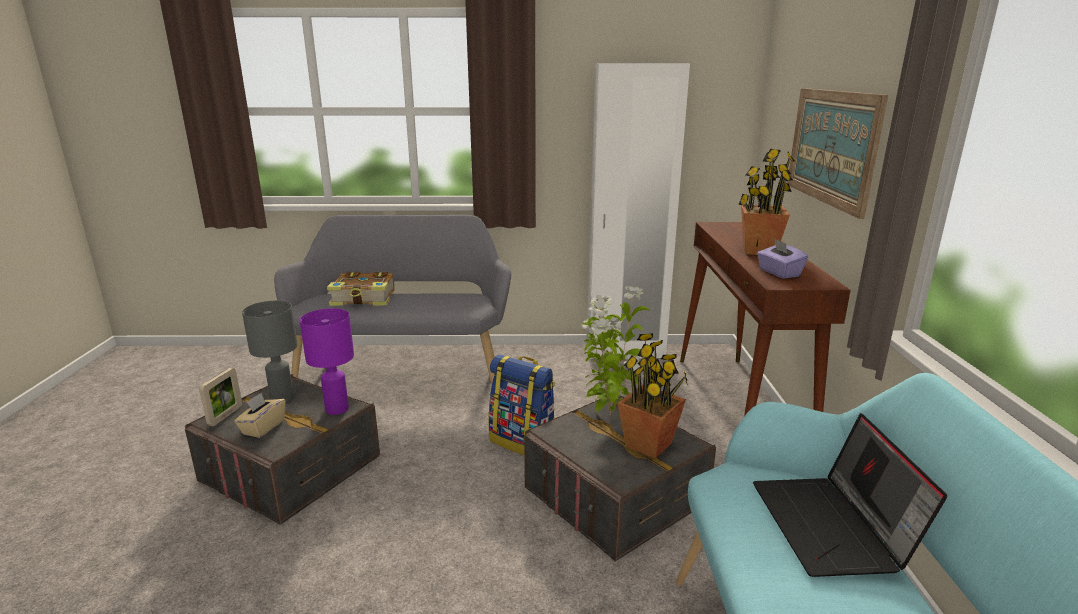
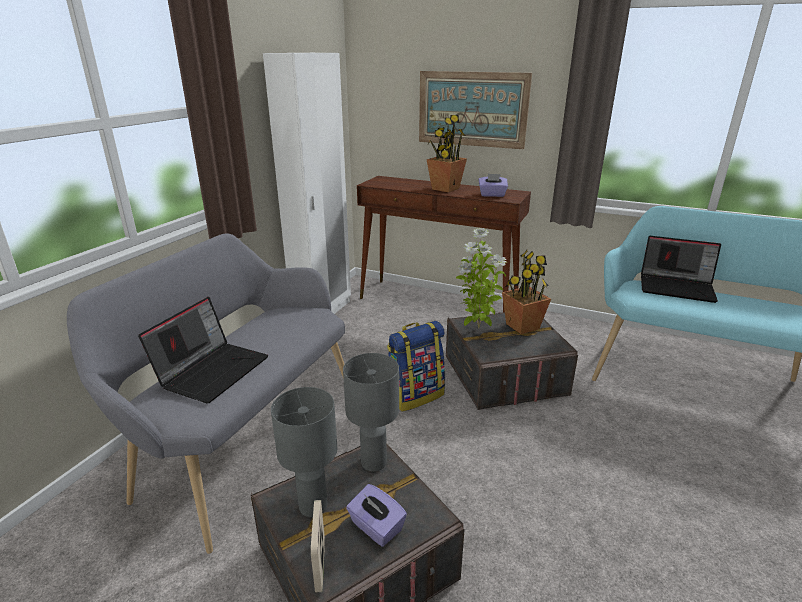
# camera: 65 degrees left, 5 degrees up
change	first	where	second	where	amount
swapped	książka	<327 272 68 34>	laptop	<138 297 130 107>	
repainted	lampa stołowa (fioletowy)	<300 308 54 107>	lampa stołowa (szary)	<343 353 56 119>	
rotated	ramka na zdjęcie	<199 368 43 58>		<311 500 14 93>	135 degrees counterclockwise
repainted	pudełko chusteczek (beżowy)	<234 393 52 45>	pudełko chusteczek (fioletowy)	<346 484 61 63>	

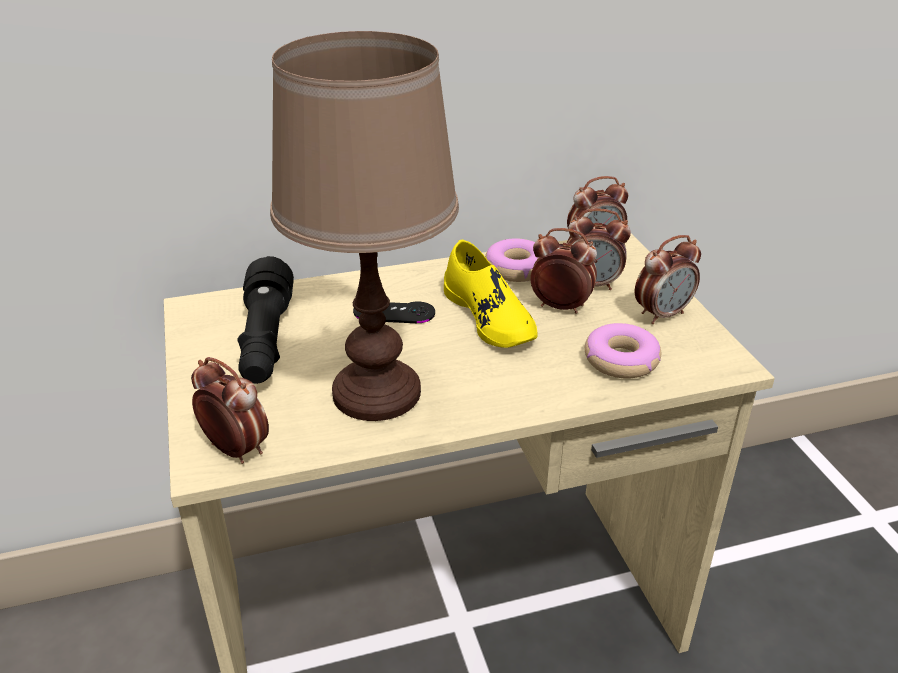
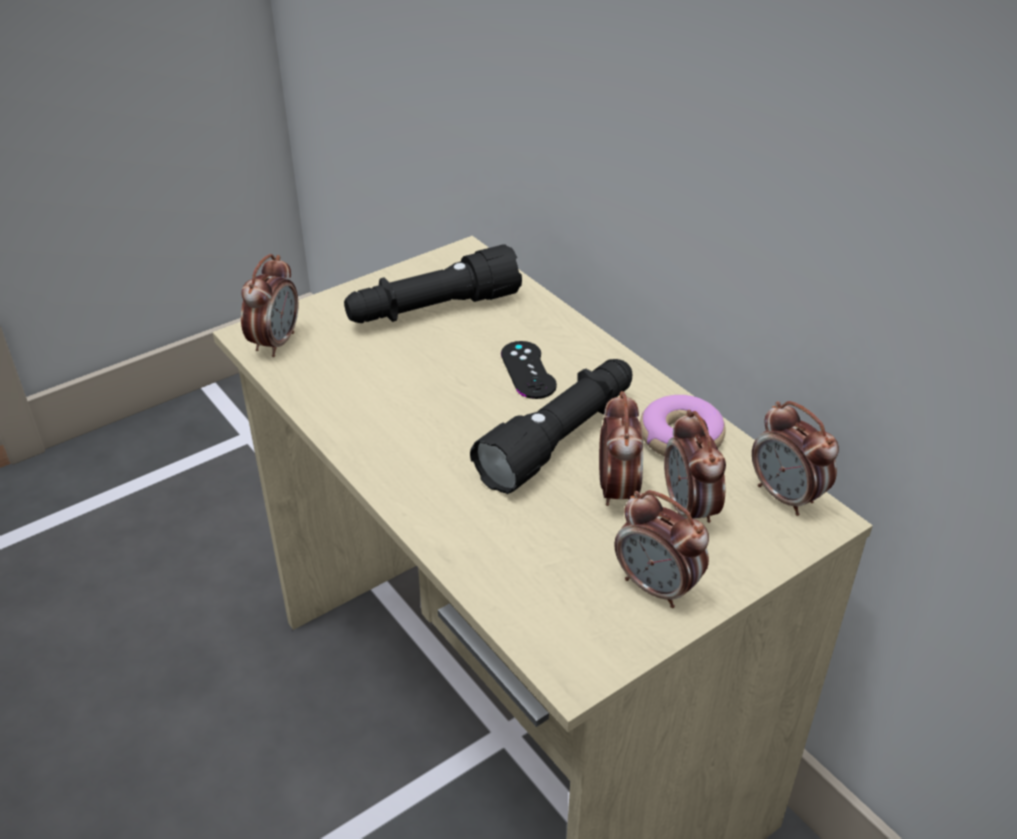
# camera: 70 degrees right, 5 degrees up
change	first	where	second	where	amount
gone	lampa stołowa (brązowy)	<270 31 189 390>			
swapped	but (żółty)	<444 239 94 109>	latarka (czarny)	<470 359 162 135>	
gone	donut	<585 323 76 56>			

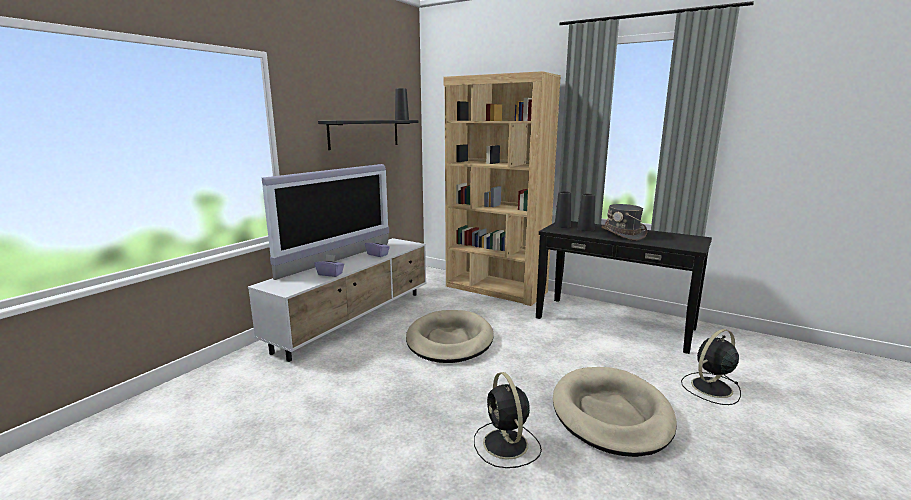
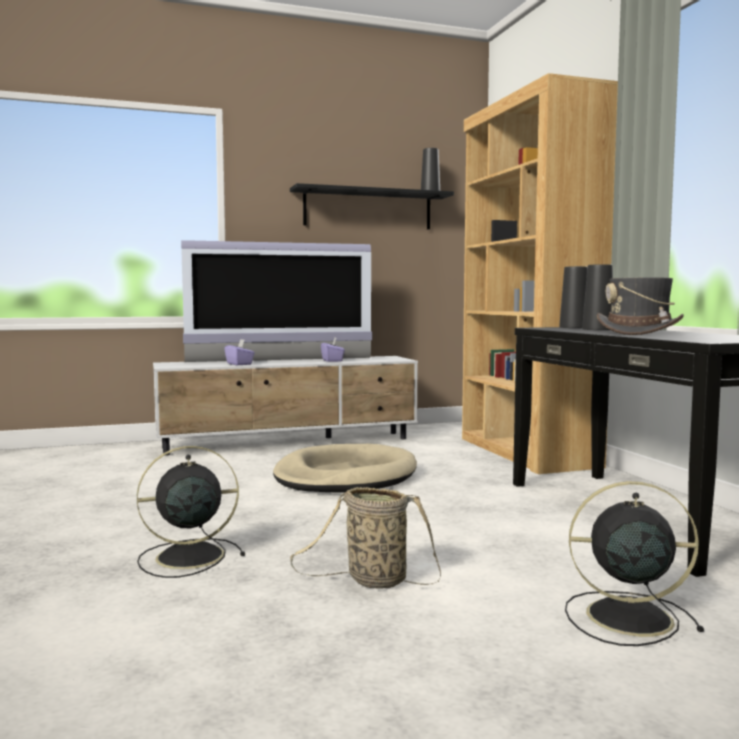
# camera: 40 degrees right, 10 degrees down
change	first	where	second	where	amount
swapped	legowisko (beżowy)	<553 367 124 90>	koszyk	<290 487 151 101>	
rotated	wentylator (czarny)	<474 372 68 96>		<137 446 108 132>	45 degrees clockwise

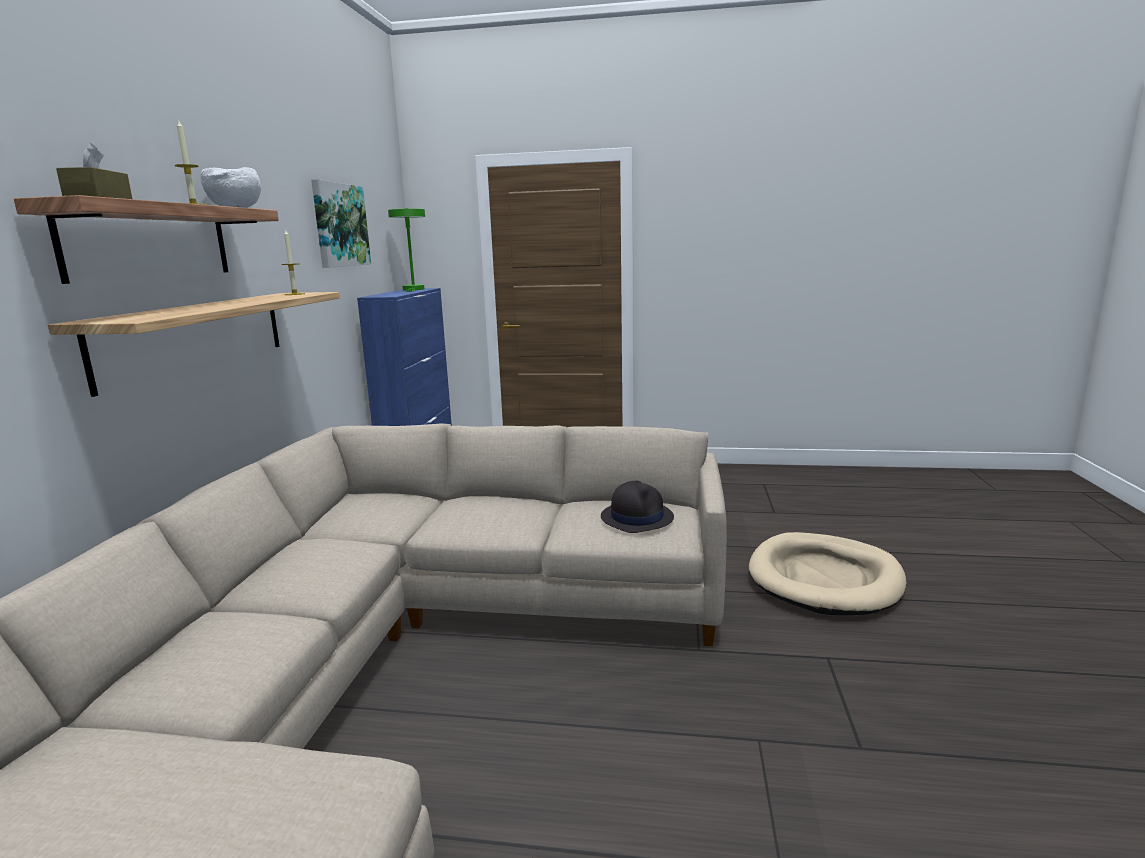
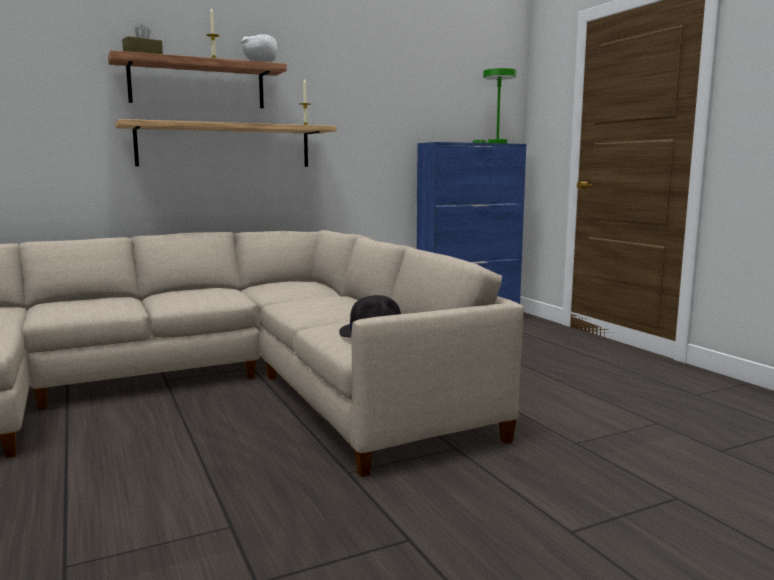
# camera: 55 degrees right, 5 degrees down
change	first	where	second	where	amount
gone	obraz	<311 179 60 89>			
gone	legowisko (beżowy)	<749 532 158 83>			

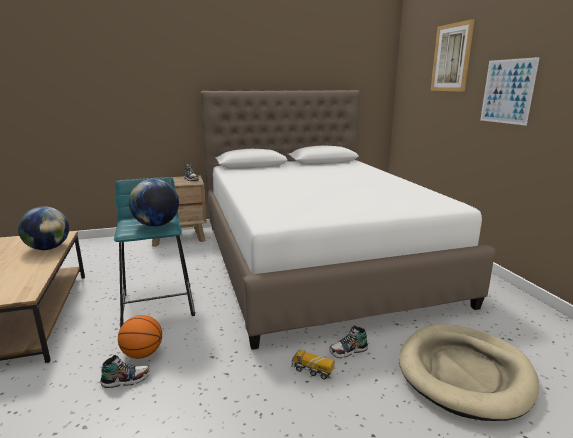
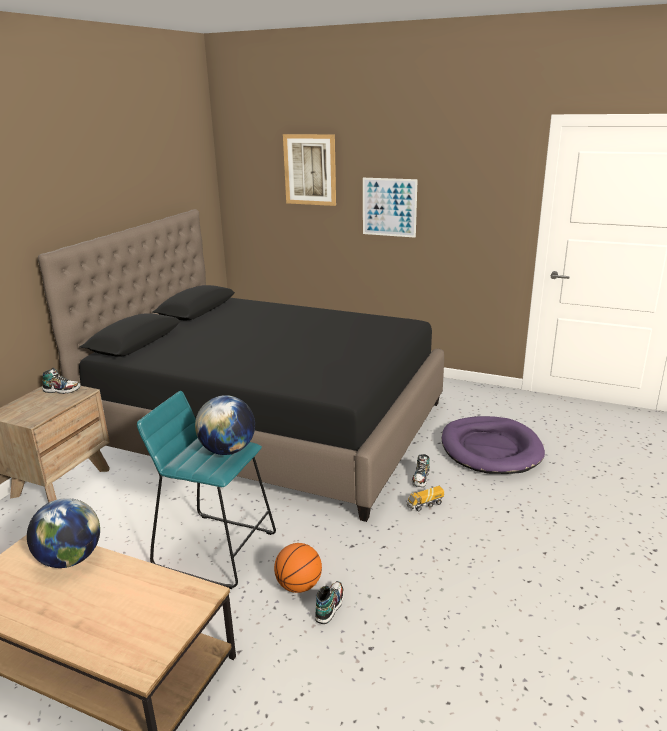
# camera: 50 degrees left, 5 degrees up
change	first	where	second	where	amount
repainted	łóżko (biały)	<201 90 295 260>	łóżko (czarny)	<38 209 406 313>	
repainted	legowisko (beżowy)	<399 324 140 97>	legowisko (fioletowy)	<442 416 103 58>	

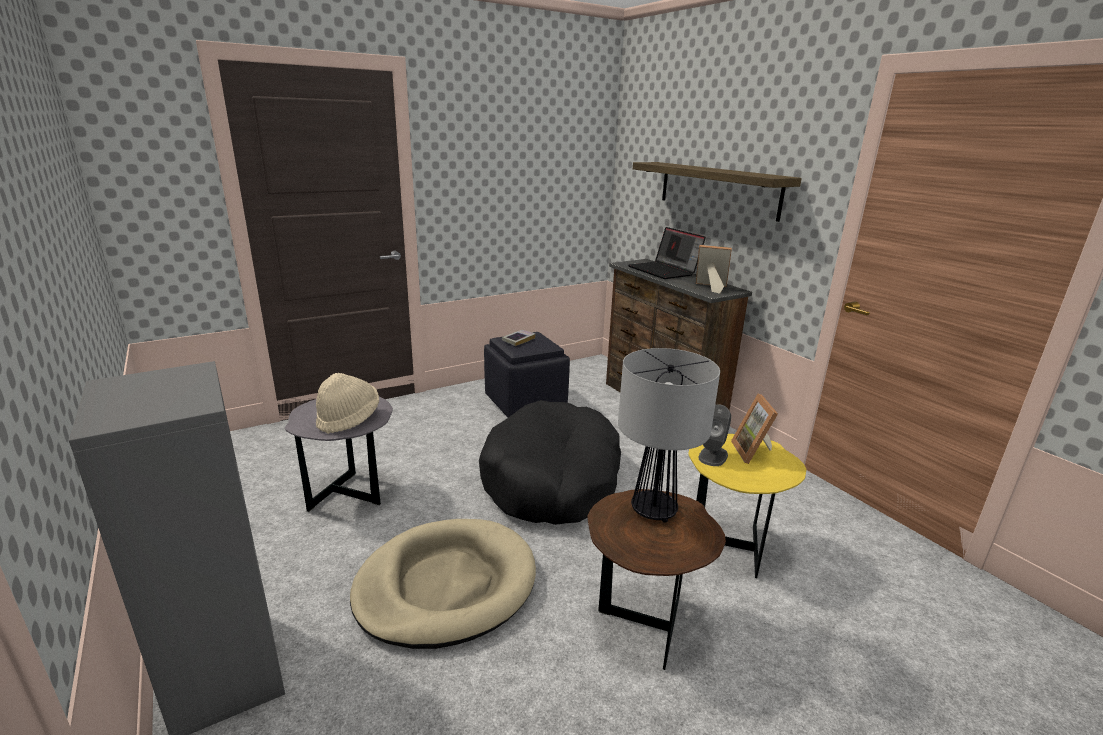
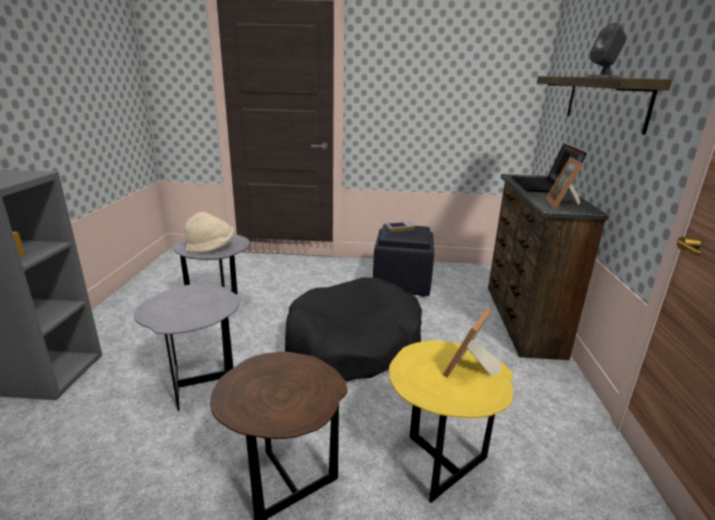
# camera: 35 degrees right, 0 degrees up
change	first	where	second	where	amount
rotated	ramka na zdjęcie	<696 245 36 49>		<546 157 37 52>	135 degrees counterclockwise
gone	lampa stołowa	<618 348 102 175>			
shifted	głośnik (szary)	<699 404 32 62>		<586 22 41 56>	
swapped	legowisko (beżowy)	<350 519 186 130>	stolik (szary)	<134 284 106 127>	

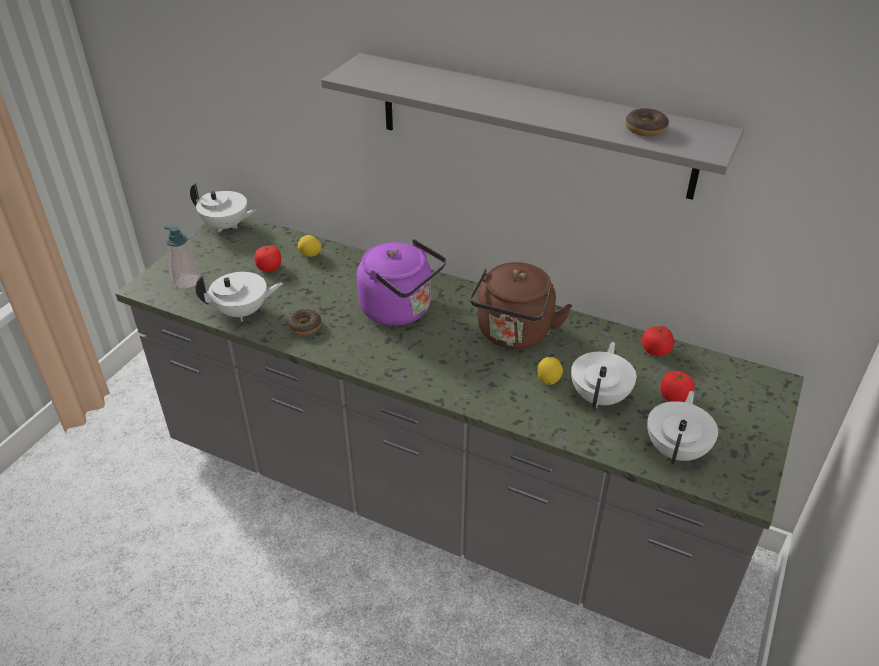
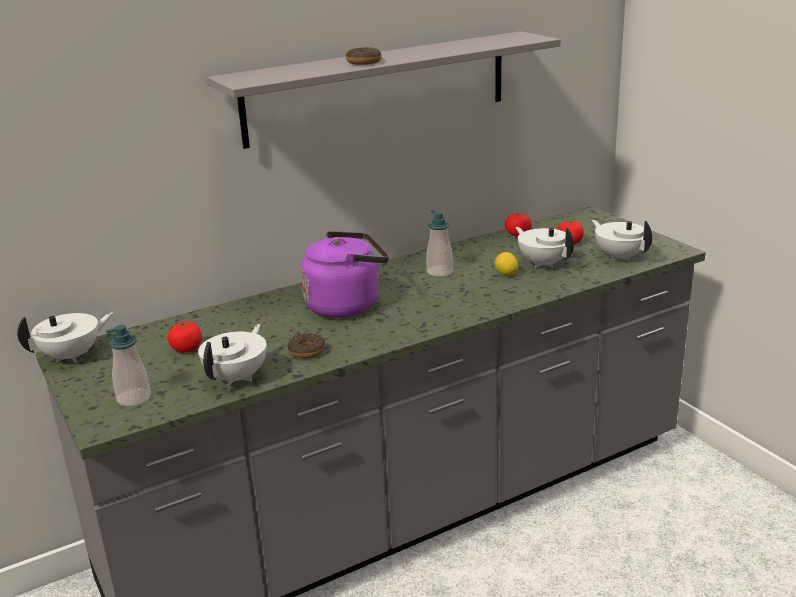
# camera: 55 degrees left, 15 degrees down
change	first	where	second	where	amount
shifted	donut	<626 108 43 28>		<346 47 35 18>	
gone	cytryna	<298 235 23 22>			
swapped	czajnik (brązowy)	<470 262 103 87>	dozownik mydła	<426 210 27 67>	

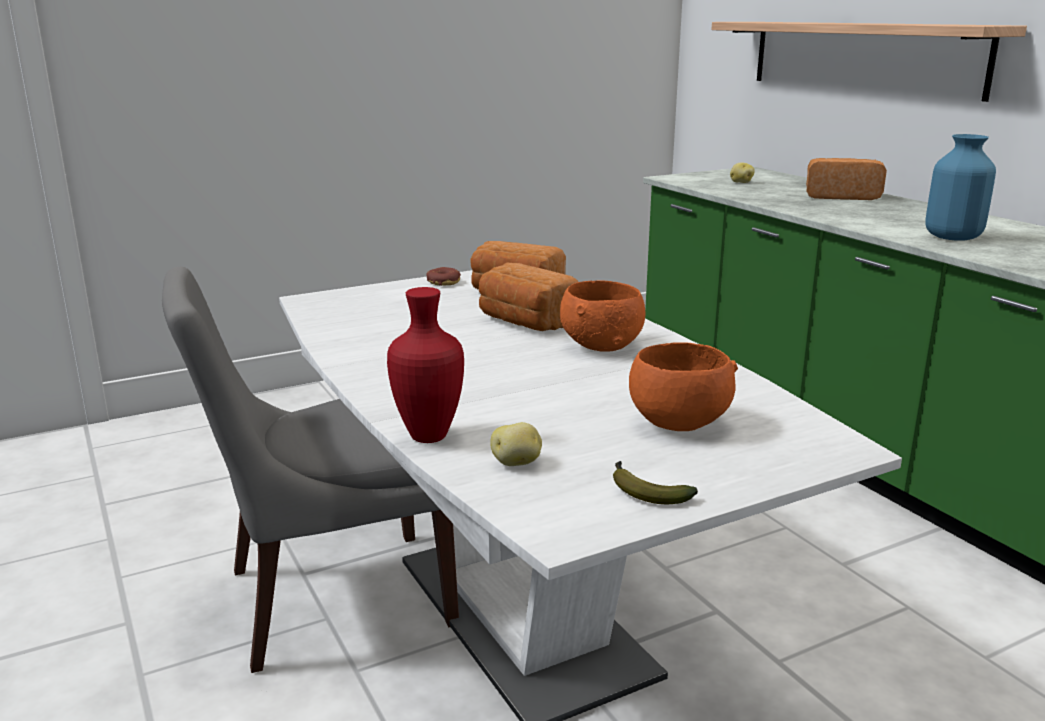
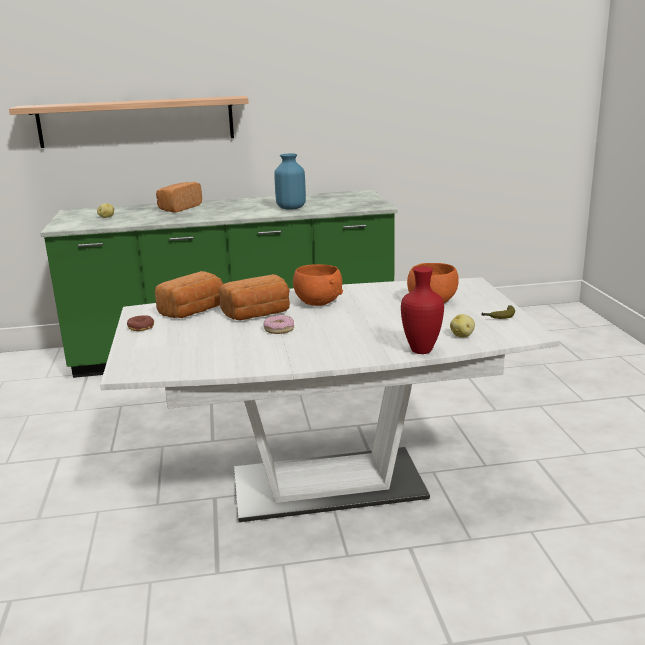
# camera: 70 degrees left, 0 degrees up
change	first	where	second	where	amount
gone	krzesło (szary)	<162 267 297 406>			
new			donut	<264 315 30 19>	

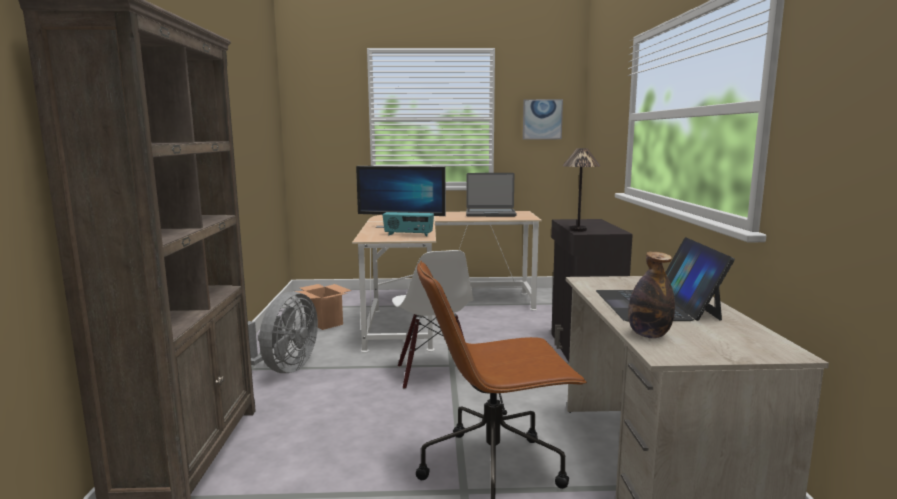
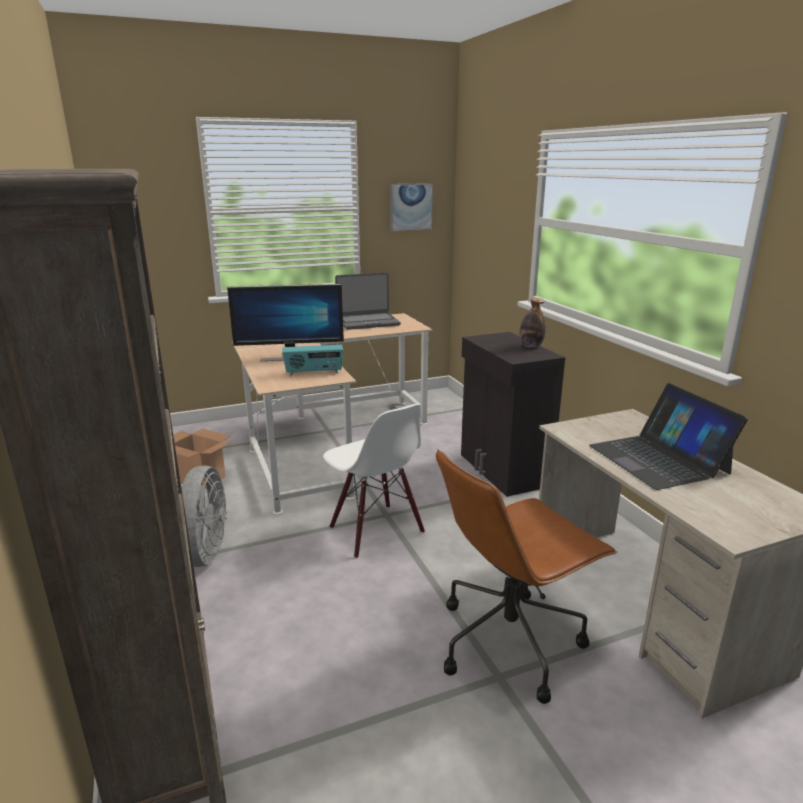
# camera: 20 degrees left, 10 degrees up
change	first	where	second	where	amount
gone	lampa stołowa	<562 148 38 84>			
shifted	butelka	<628 252 47 86>		<519 298 27 50>	

